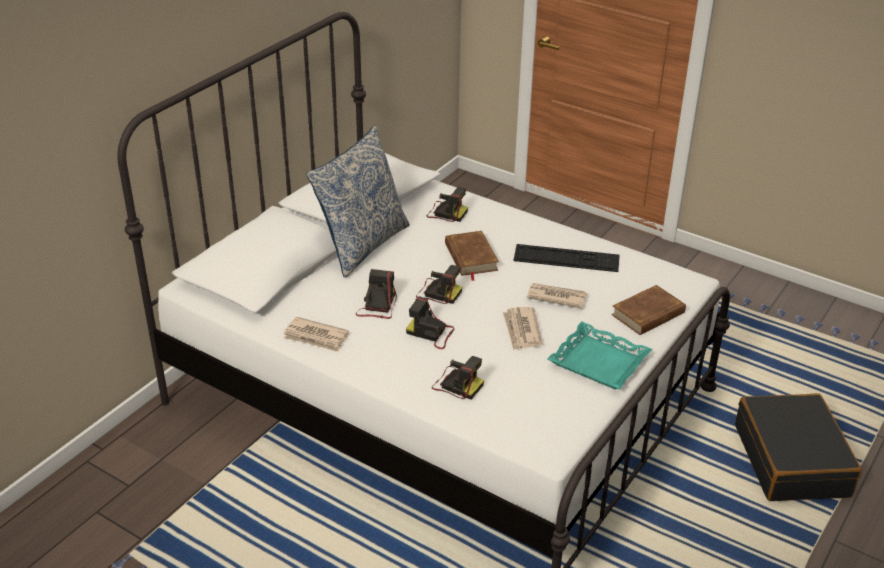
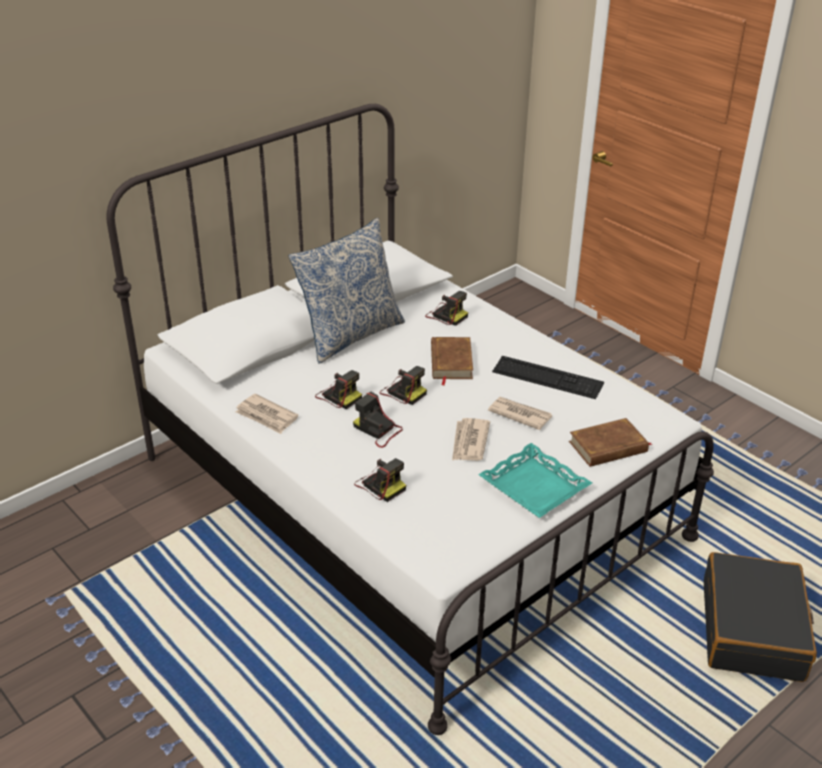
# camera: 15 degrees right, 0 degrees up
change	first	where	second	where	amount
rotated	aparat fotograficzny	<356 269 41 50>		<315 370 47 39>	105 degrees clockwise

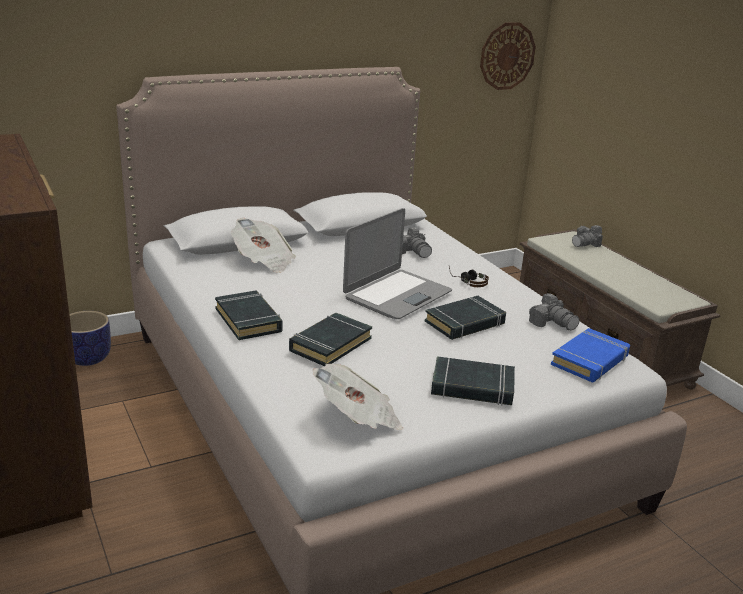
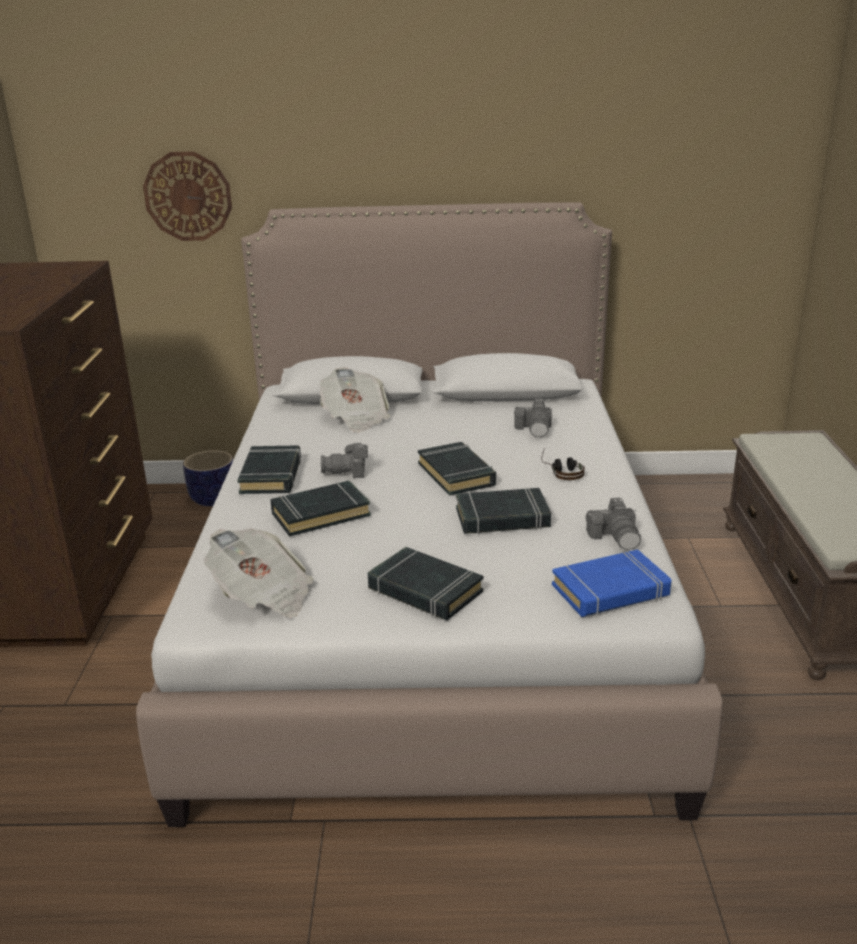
# camera: 30 degrees right, 0 degrees up
change	first	where	second	where	amount
shifted	zegar ścienny	<480 22 56 68>		<143 151 89 90>	
swapped	laptop	<343 208 109 111>	książka (czarny)	<418 442 78 54>	
shifted	aparat fotograficzny	<572 225 31 22>		<321 442 47 36>	

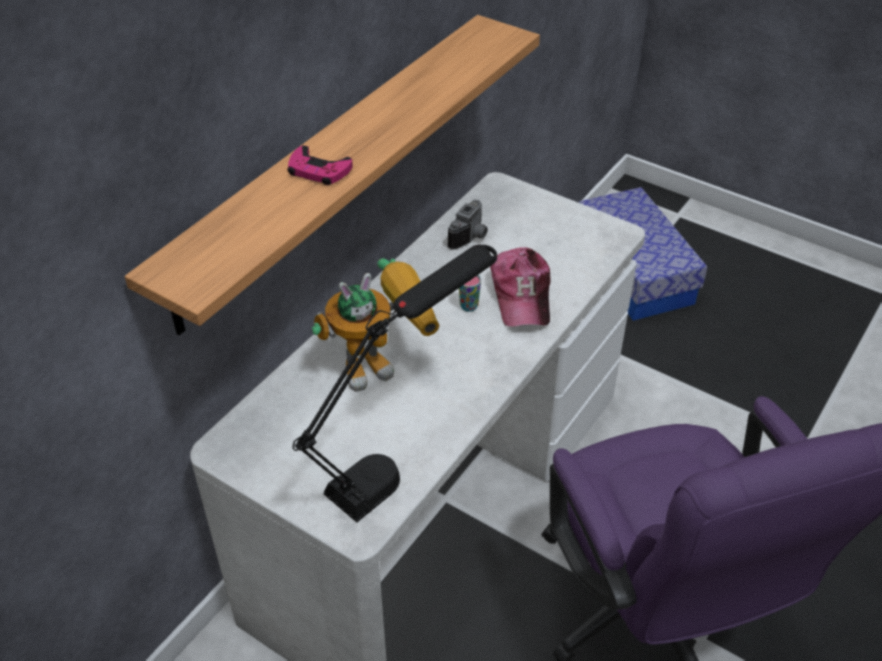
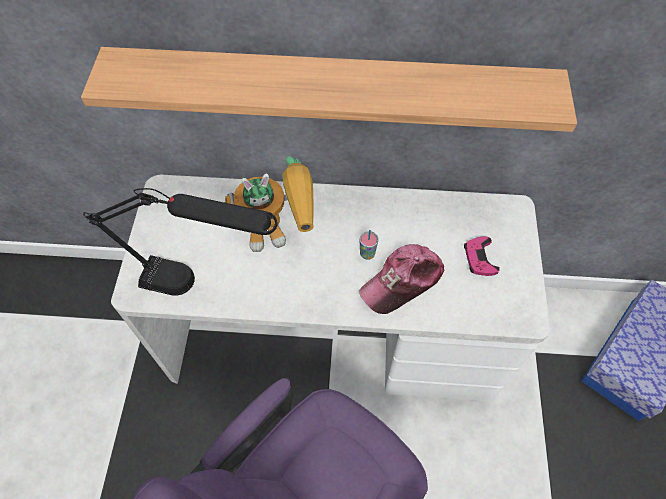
# camera: 60 degrees right, 15 degrees up
change	first	where	second	where	amount
shifted	pad do gier (różowy)	<287 145 66 40>		<464 237 36 39>	
gone	aparat fotograficzny	<448 200 40 50>			
rotated	robot zabawkowy	<312 258 128 134>		<224 156 90 96>	45 degrees counterclockwise

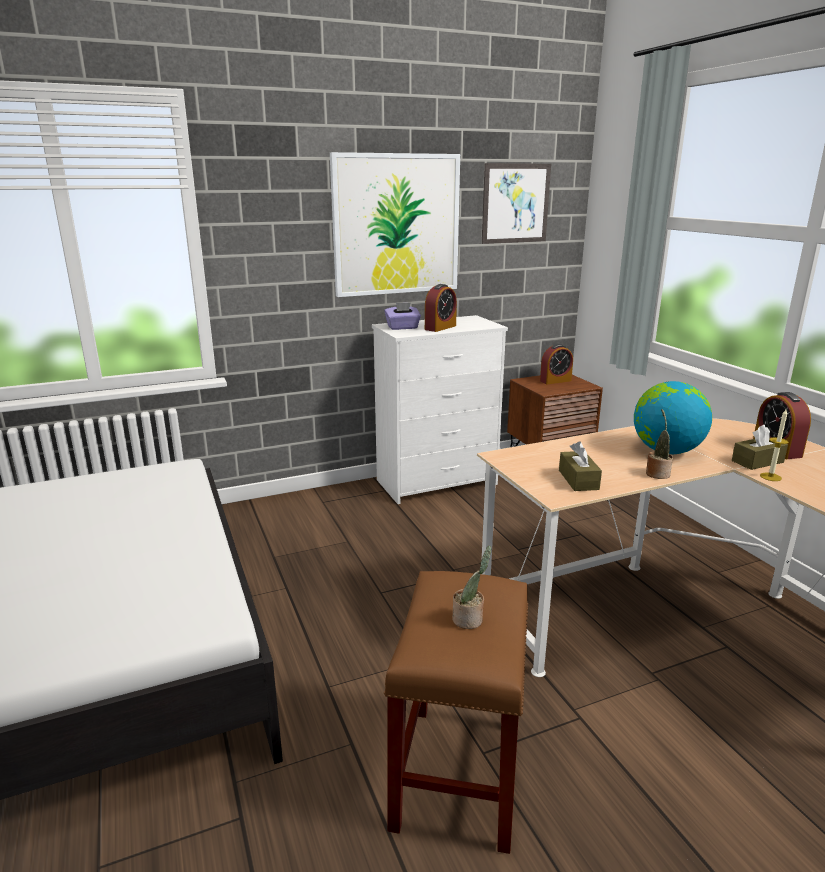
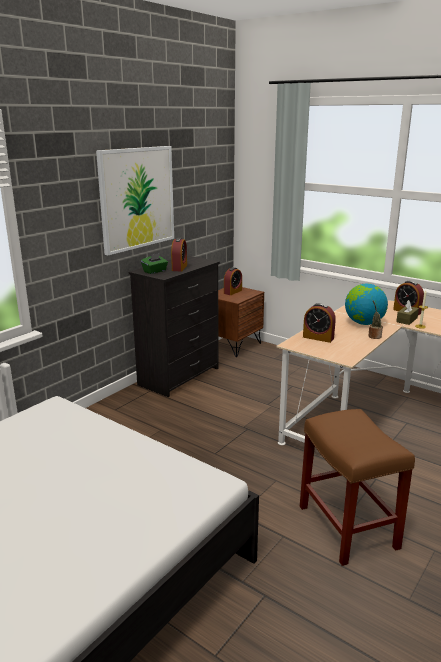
# camera: 30 degrees left, 0 degrees up
change	first	where	second	where	amount
gone	obraz	<482 163 69 81>			
repainted	pudełko chusteczek (fioletowy)	<384 302 37 28>	pudełko chusteczek (zielony)	<141 253 27 21>	
repainted	komoda (biały)	<372 315 136 189>	komoda (czarny)	<129 256 91 142>	
gone	pudełko chusteczek (brązowy)	<559 441 43 50>			
gone	roślina doniczkowa	<452 546 39 83>			
new			budzik	<303 303 33 40>	

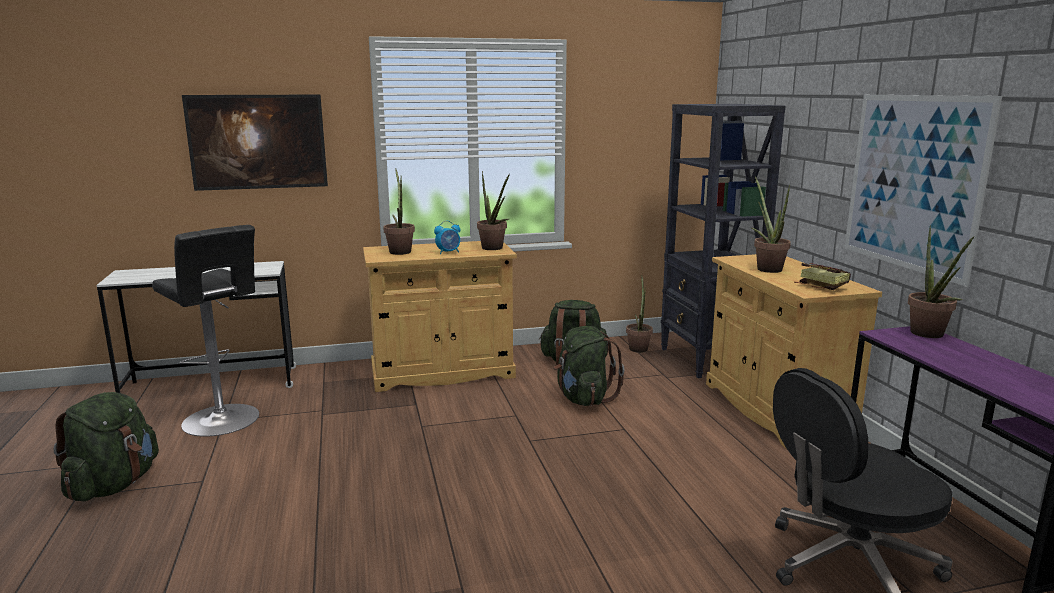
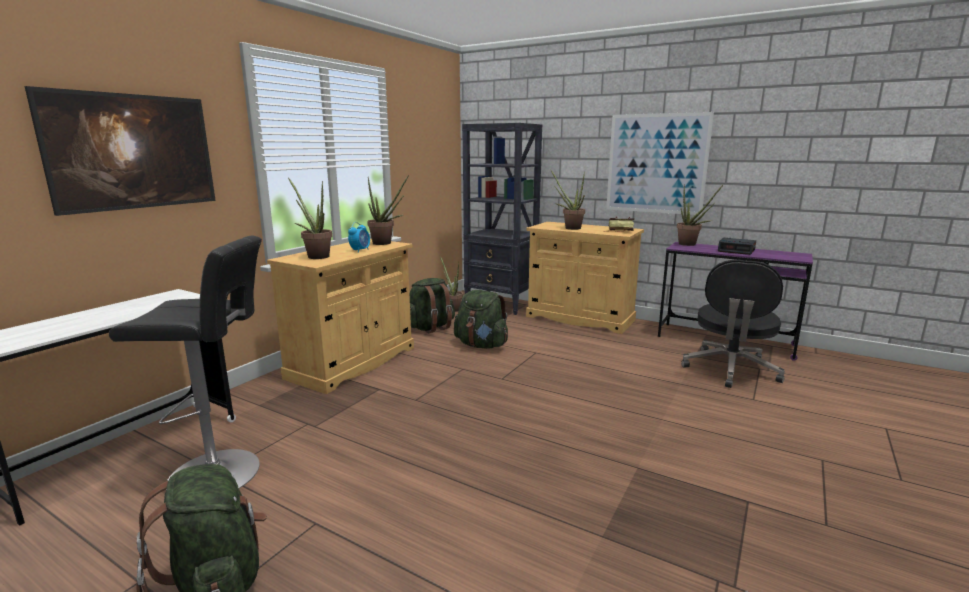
# camera: 45 degrees left, 0 degrees up
change	first	where	second	where	amount
new			budzik	<718 238 38 17>	

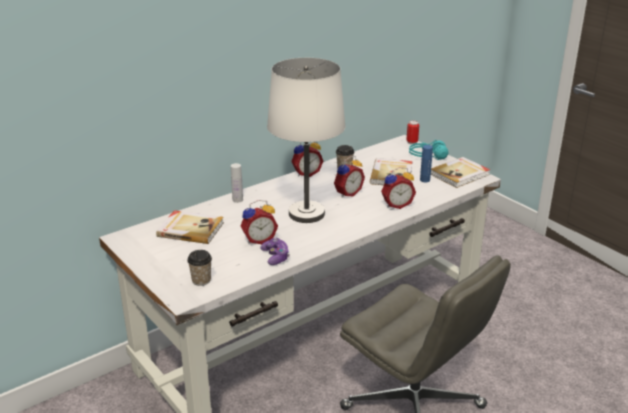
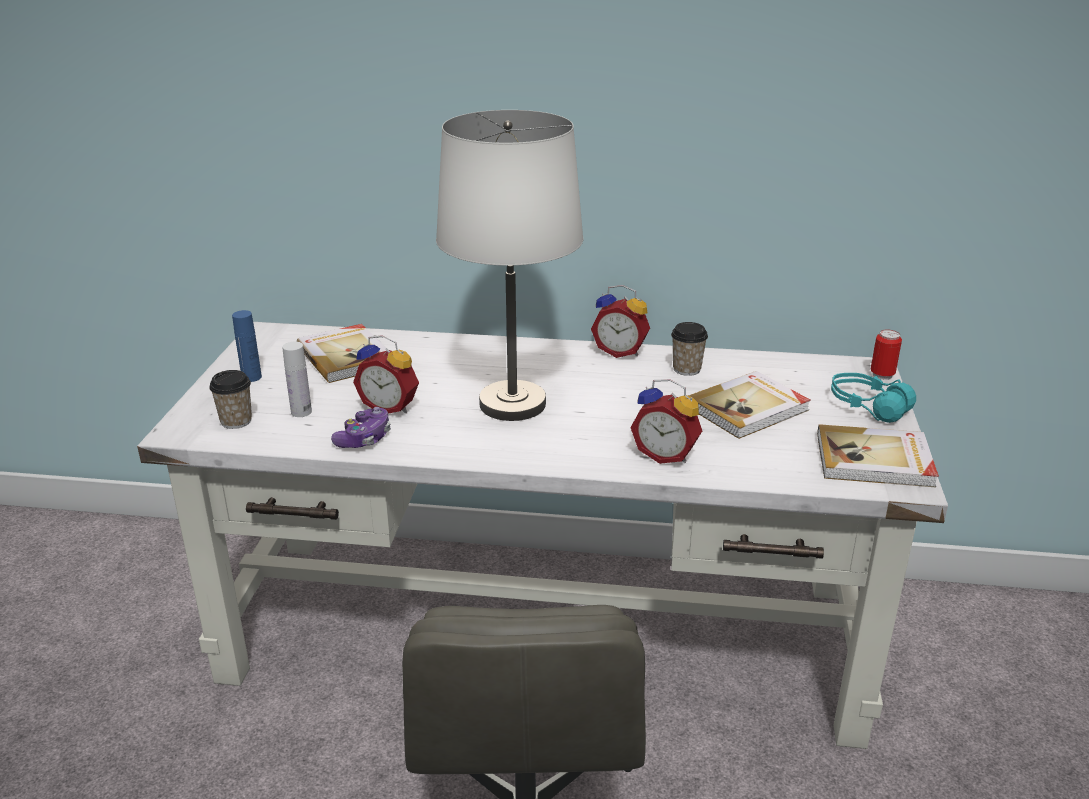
# camera: 45 degrees right, 0 degrees up
change	first	where	second	where	amount
shifted	butelka (niebieski)	<420 145 13 37>		<232 310 30 72>	
gone	budzik	<334 156 31 42>			
shifted	butelka (biały)	<231 163 12 40>		<282 342 30 75>	

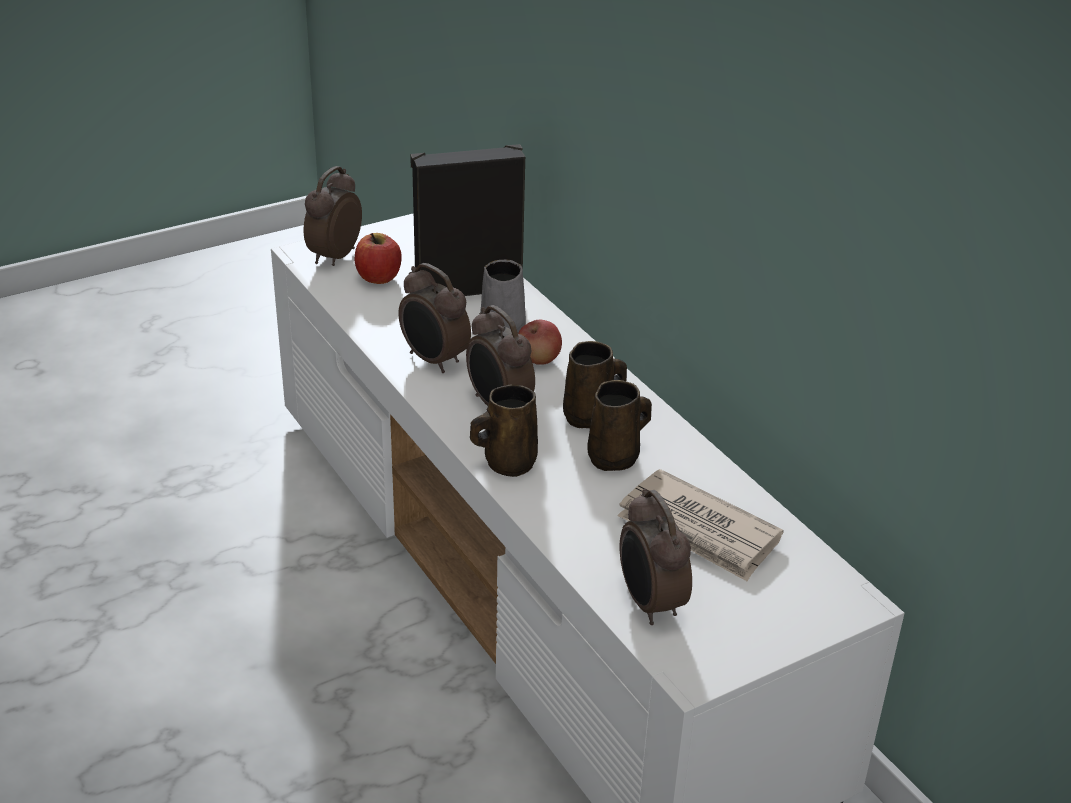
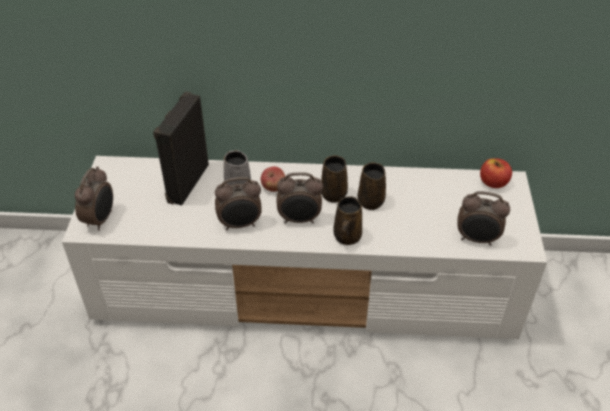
# camera: 55 degrees left, 10 degrees up
change	first	where	second	where	amount
rotated	budzik	<304 166 58 100>		<75 166 38 65>	135 degrees counterclockwise
shifted	jabłko	<355 233 47 51>		<480 158 32 30>	
gone	gazeta	<617 469 167 112>			

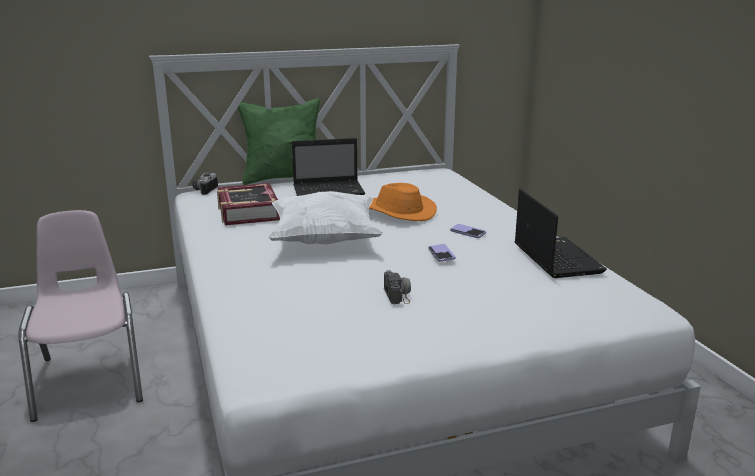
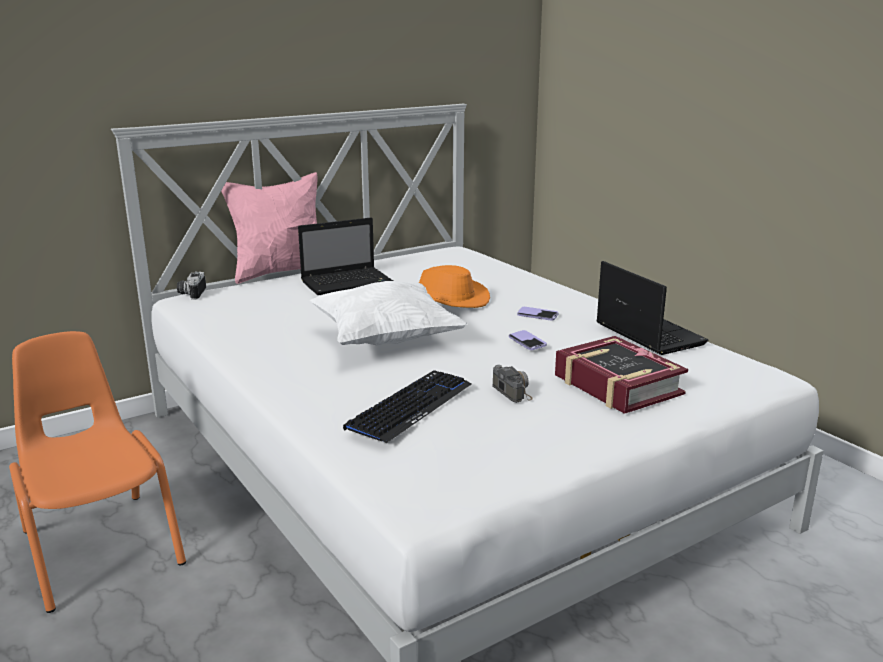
# camera: 15 degrees left, 0 degrees up
change	first	where	second	where	amount
repainted	poduszka (zielony)	<238 98 82 87>	poduszka (różowy)	<221 172 97 112>	
shifted	książka	<217 183 63 42>		<555 336 133 78>	
repainted	krzesło (różowy)	<18 210 125 212>	krzesło (pomarańczowy)	<9 331 177 282>	
new			klawiatura	<343 370 128 73>	

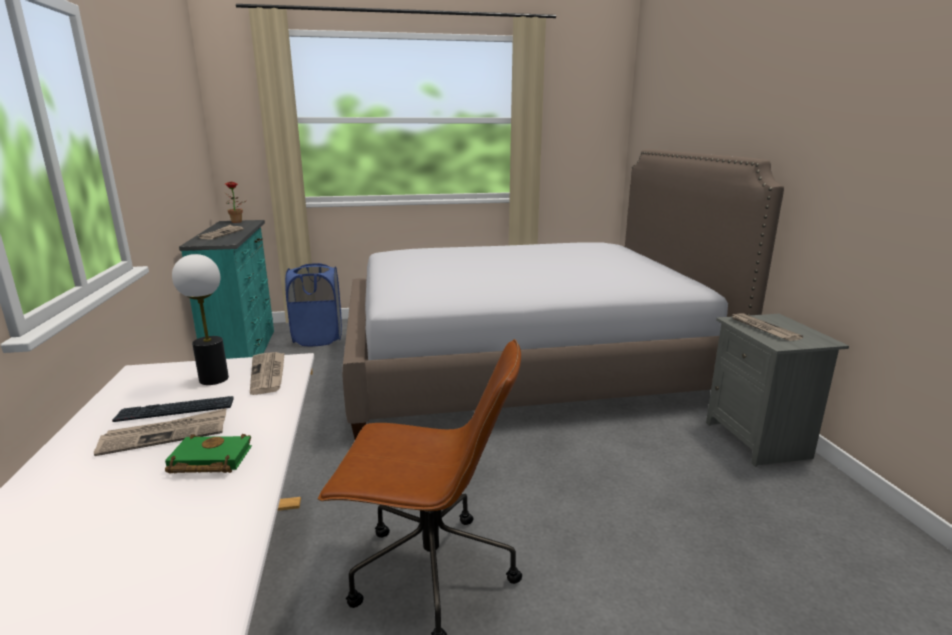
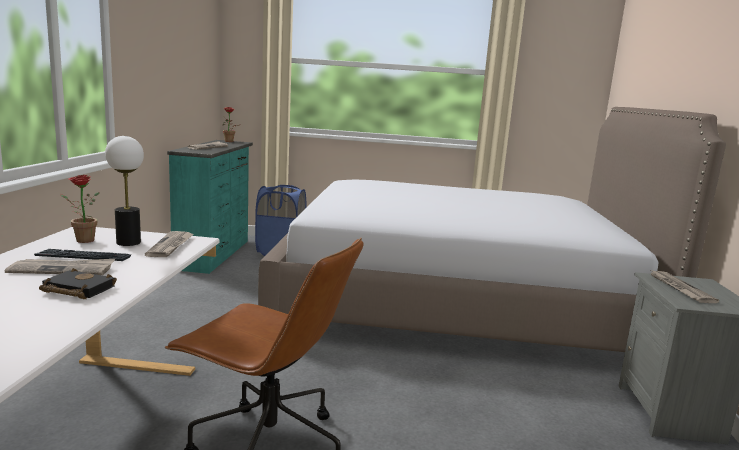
# camera: 15 degrees right, 5 degrees down
change	first	where	second	where	amount
repainted	książka (zielony)	<165 434 87 39>	książka (czarny)	<39 268 78 31>	
new			roślina doniczkowa	<60 175 39 68>	

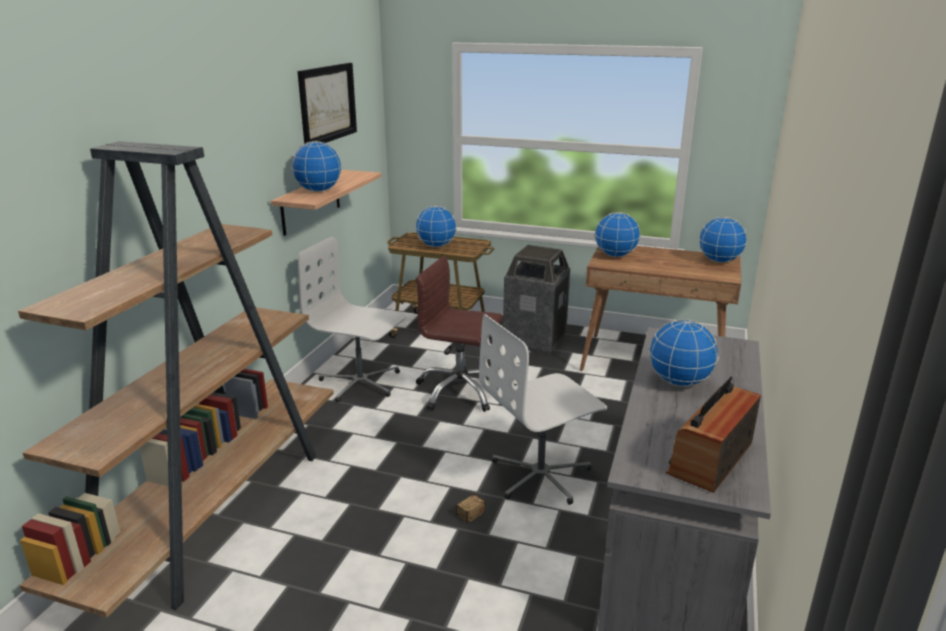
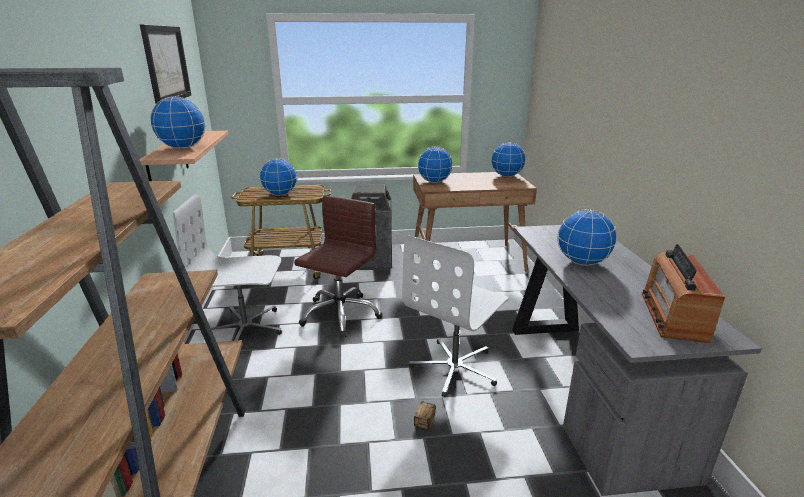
# camera: 25 degrees left, 0 degrees up
change	first	where	second	where	amount
rotated	krzesło biurowe (brązowy)	<415 256 87 156>		<294 195 88 143>	120 degrees clockwise

